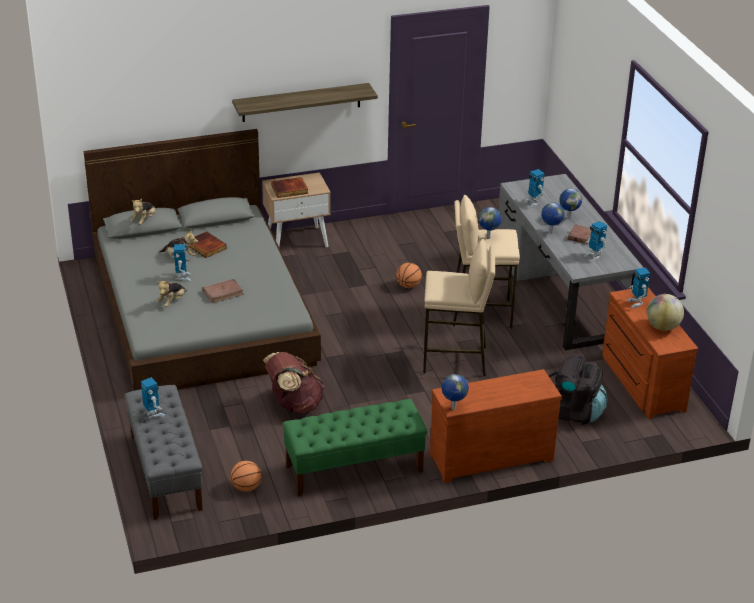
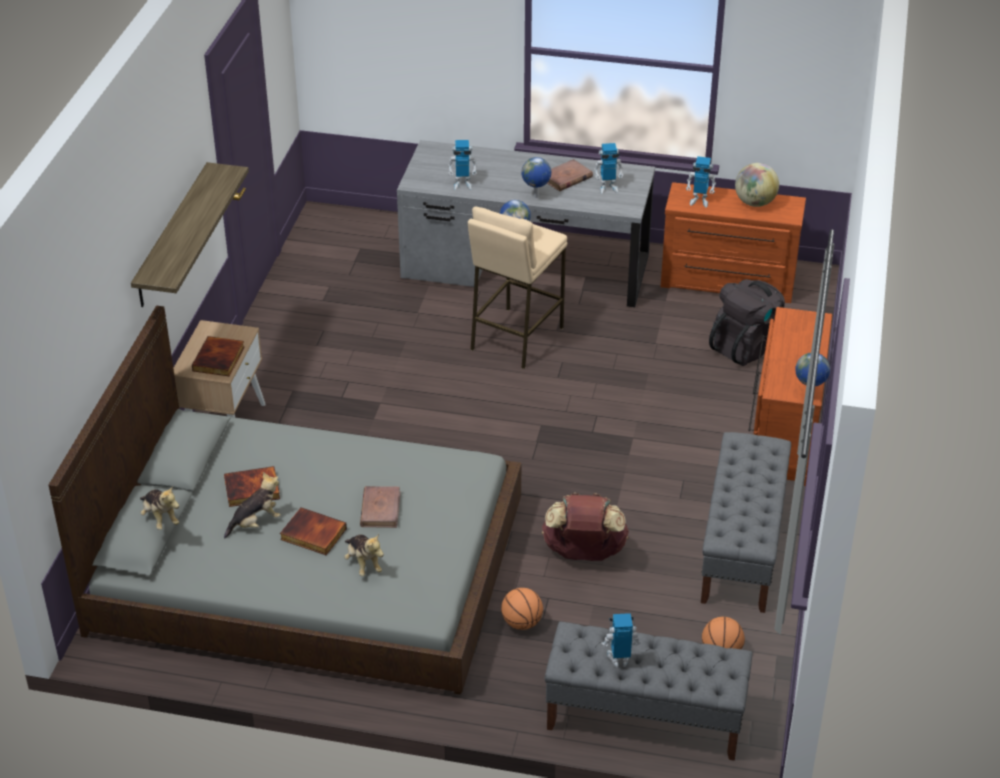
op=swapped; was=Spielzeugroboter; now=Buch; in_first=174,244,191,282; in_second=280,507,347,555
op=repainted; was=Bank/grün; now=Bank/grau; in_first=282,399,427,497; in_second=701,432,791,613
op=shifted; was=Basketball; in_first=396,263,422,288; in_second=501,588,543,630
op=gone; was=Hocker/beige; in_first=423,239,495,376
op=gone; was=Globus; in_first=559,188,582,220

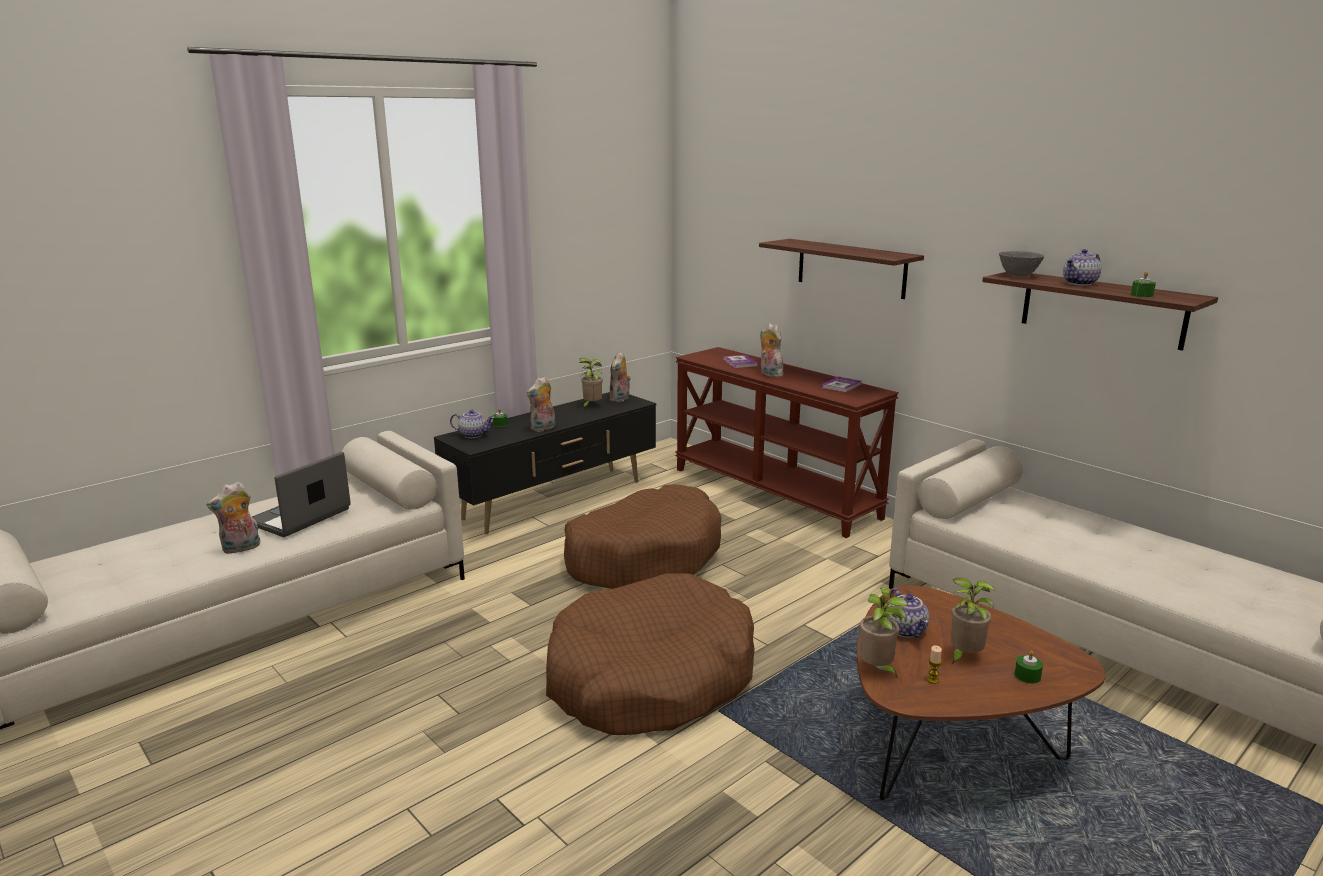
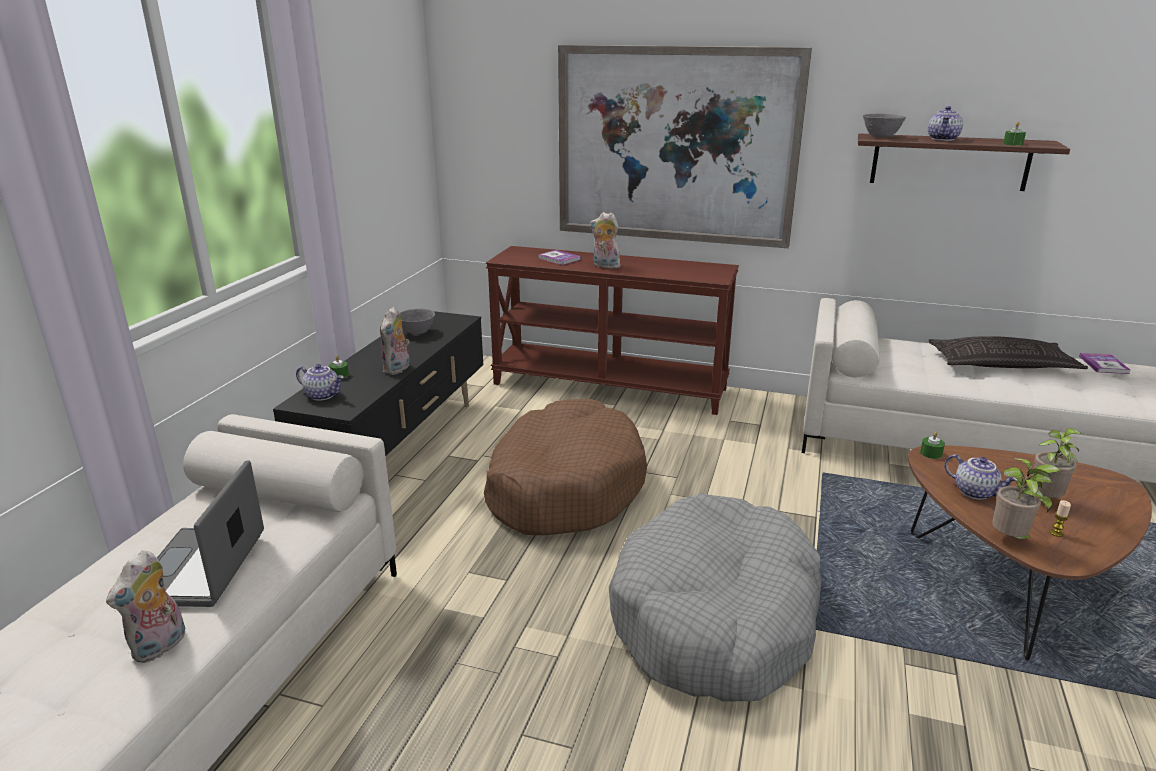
op=rotated; was=Teekanne; in_first=450,409,494,438; in_second=296,364,344,401; clockwise=45
op=repainted; was=Hundebett/braun; now=Hundebett/grau; in_first=546,573,755,735; in_second=609,493,822,702
op=swapped; was=Topfpflanze; now=Schüssel/grau; in_first=579,358,603,407; in_second=400,308,435,334
op=gone; was=Plüschtier; in_first=609,351,631,402
op=swapped; was=Wandregal; now=Bild; in_first=759,239,924,299; in_second=558,45,812,248
op=shifted; was=Buch; in_first=821,376,862,393; in_second=1079,353,1130,374
op=shifted; was=Kerze/grün; in_first=1014,651,1043,684; in_second=920,432,945,459
op=new; now=Kissen; in_second=928,336,1088,369

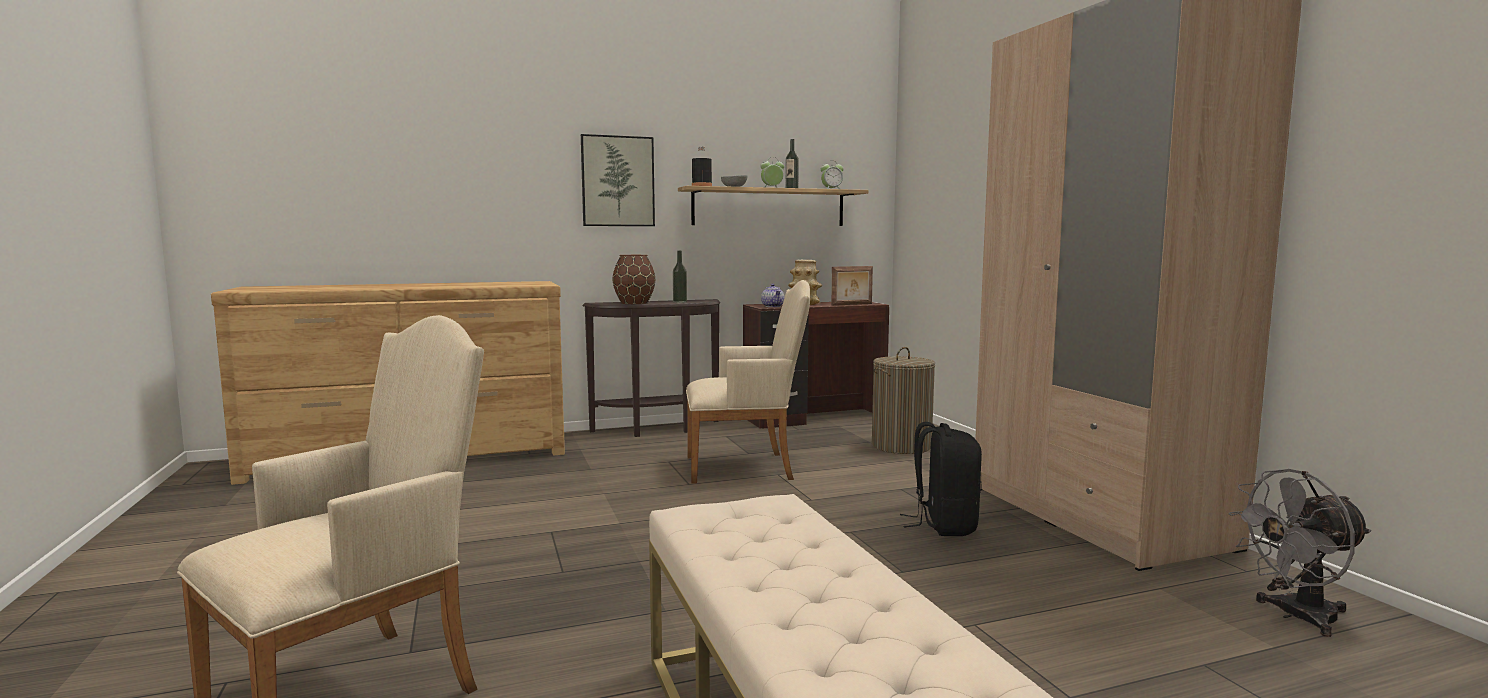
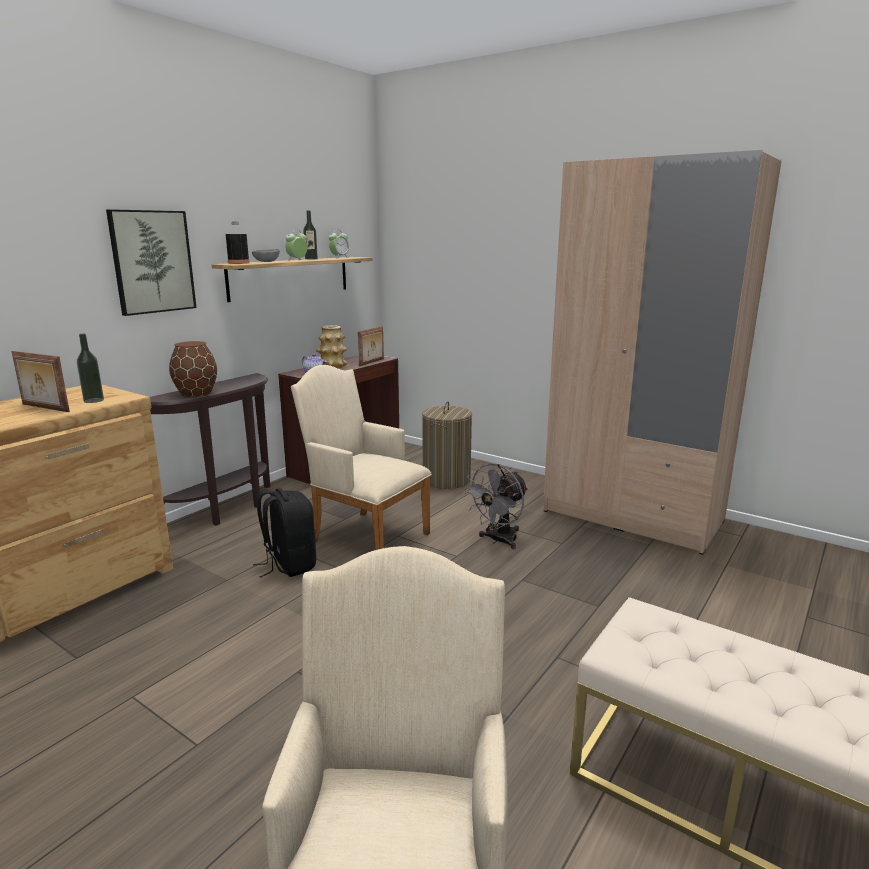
op=shifted; was=Flasche; in_first=673,250,687,303; in_second=77,334,104,403
op=rotated; was=Sessel/beige; in_first=686,280,810,484; in_second=291,365,432,550; clockwise=-105
op=shifted; was=Rucksack/schwarz; in_first=900,422,982,536; in_second=253,488,316,578
op=shifted; was=Ventilator/grau; in_first=1229,469,1371,637; in_second=464,463,528,549
op=new; now=Bilderrahmen; in_second=12,351,70,412

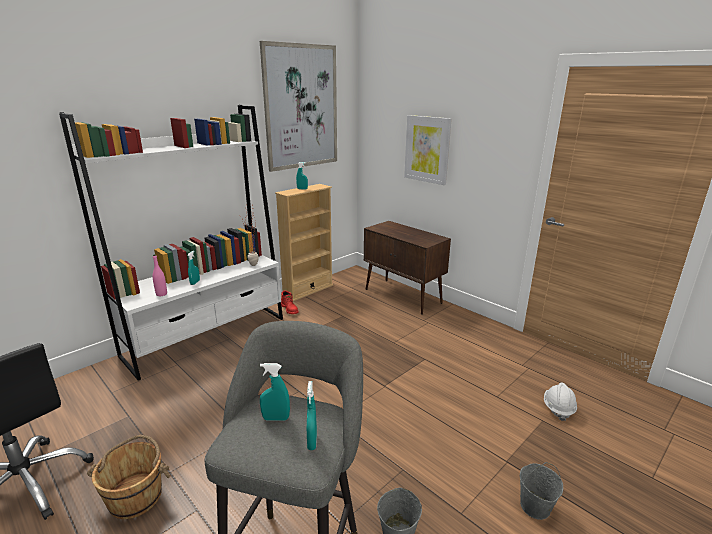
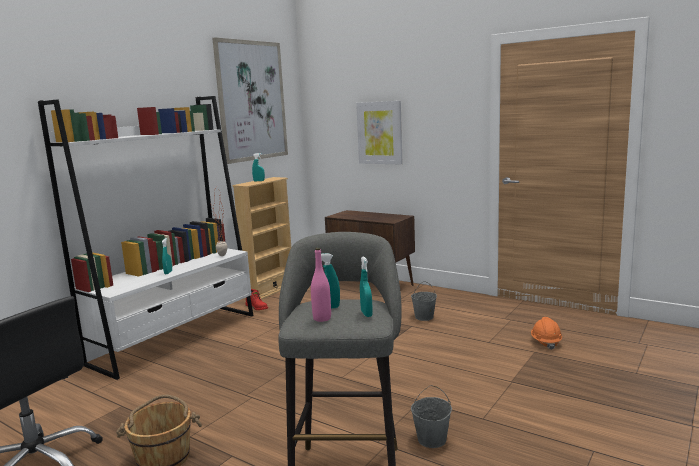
op=shifted; was=Flasche/rosa; in_first=152,254,167,296; in_second=311,248,331,322
op=shifted; was=Eimer/grau; in_first=520,462,563,520; in_second=411,281,437,321
op=repainted; was=Schutzhelm/weiß; now=Schutzhelm/orange; in_first=544,382,577,421; in_second=531,317,562,350

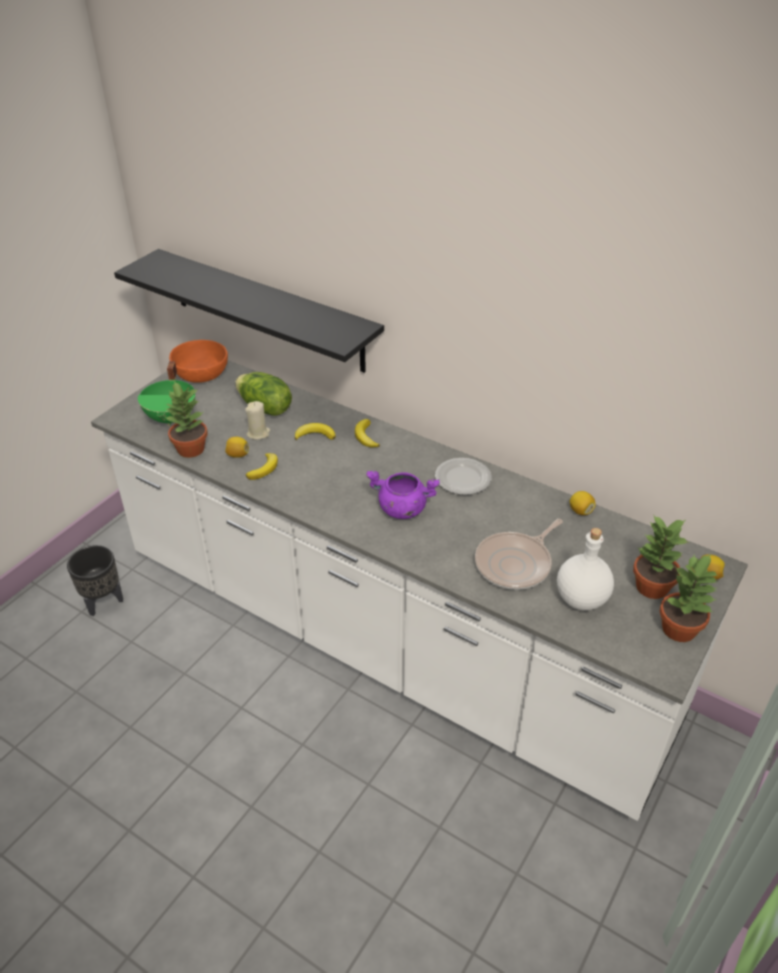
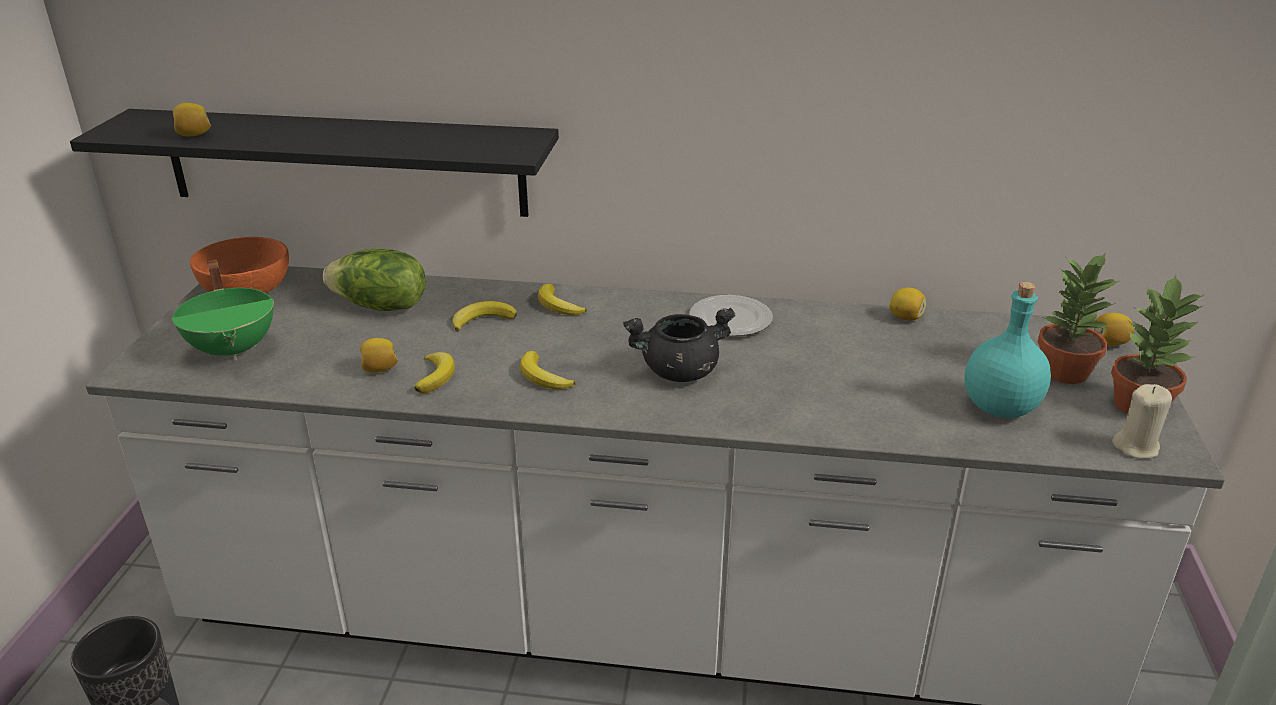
op=gone; was=Topfpflanze; in_first=164,380,208,458
op=shifted; was=Kerze/beige; in_first=245,401,270,440; in_second=1112,384,1172,459
op=repainted; was=Kochtopf/lila; now=Kochtopf/schwarz; in_first=366,471,440,519; in_second=623,308,735,382
op=gone; was=Pfanne; in_first=475,519,563,590
op=repainted; was=Flasche/weiß; now=Flasche/türkis; in_first=557,528,614,611; in_second=964,282,1051,418
op=new; now=Zitrone; in_second=173,103,211,136
op=new; now=Banane; in_second=520,351,575,390

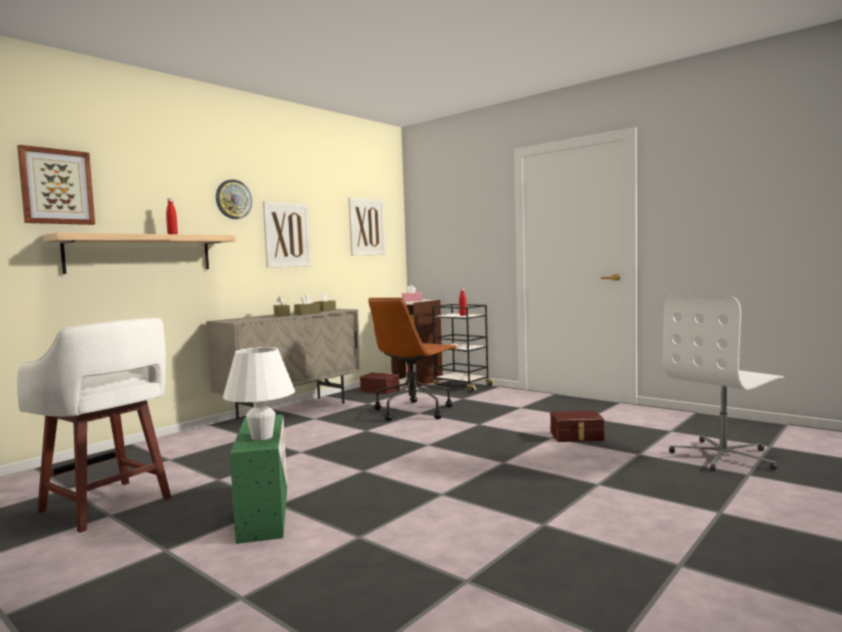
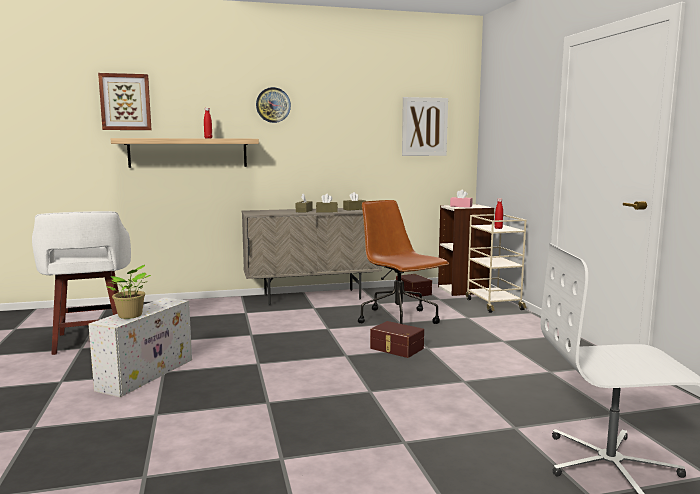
op=swapped; was=Tischlampe/weiß; now=Topfpflanze; in_first=223,347,295,440; in_second=106,265,151,319
op=repainted; was=Aufbewahrungsbox/grün; now=Aufbewahrungsbox/weiß; in_first=230,414,287,544; in_second=88,297,192,397
op=gone; was=Bild; in_first=263,201,311,268
op=rotated; was=Bürostuhl/braun; in_first=368,298,457,421; in_second=358,200,449,324; clockwise=75
op=repainted; was=Rollwagen/schwarz; now=Rollwagen/beige; in_first=432,304,495,392; in_second=466,214,527,313
op=shifted; was=Aufbewahrungsbox/braun; in_first=550,411,605,442; in_second=370,321,424,358

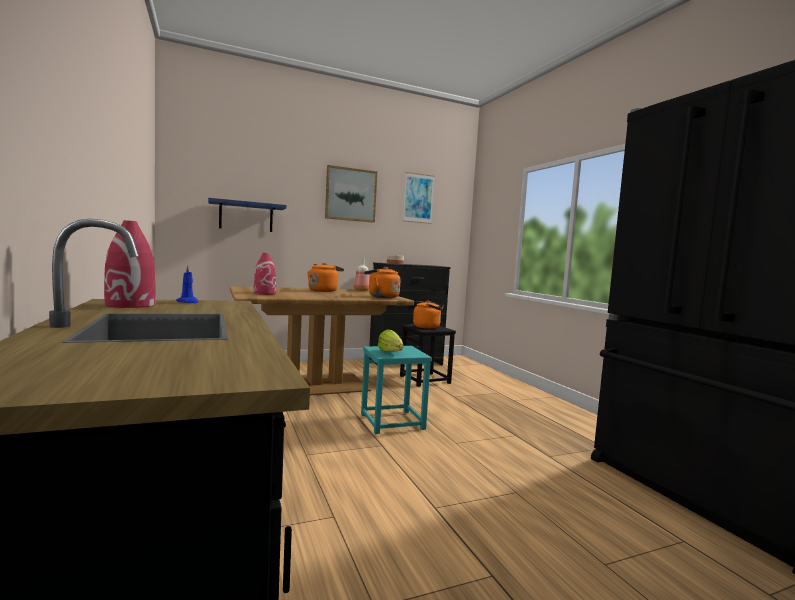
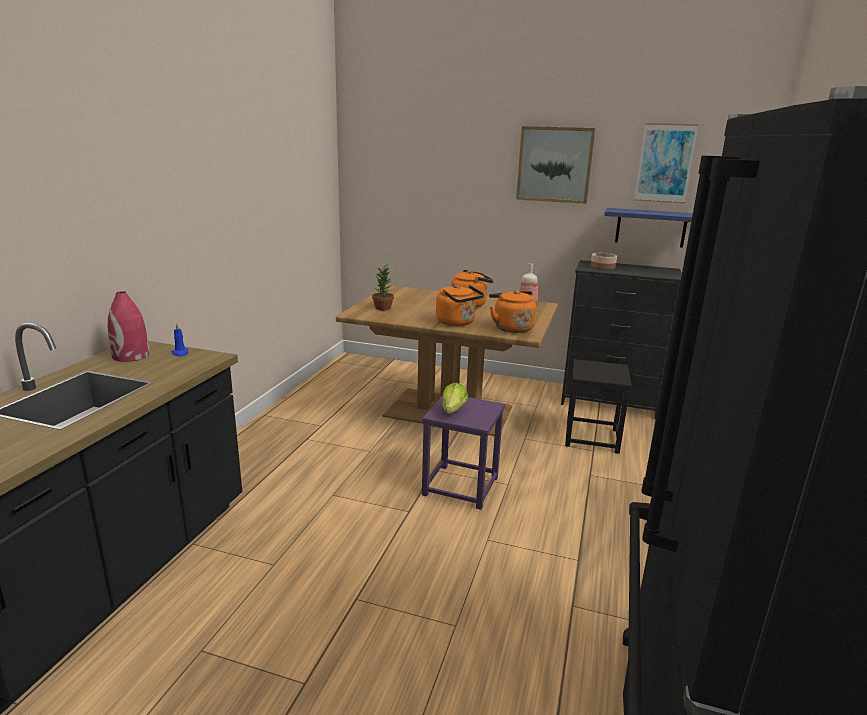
op=shifted; was=Wandregal/blau; in_first=208,198,286,232; in_second=604,208,693,248
op=swapped; was=Vase/rot; now=Topfpflanze; in_first=254,253,276,295; in_second=372,264,394,310
op=repainted; was=Hocker/türkis; now=Hocker/lila; in_first=361,346,432,434; in_second=422,396,505,510
op=shifted; was=Wasserkessel/orange; in_first=413,301,444,329; in_second=436,285,484,326

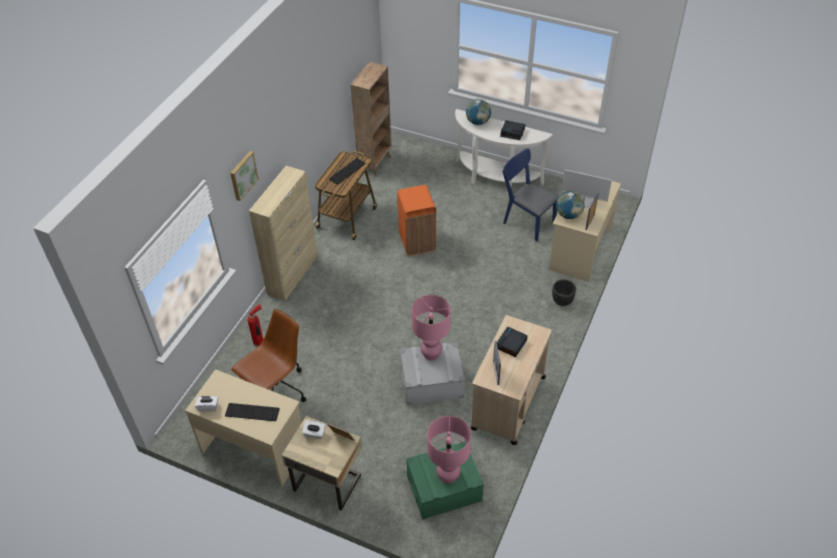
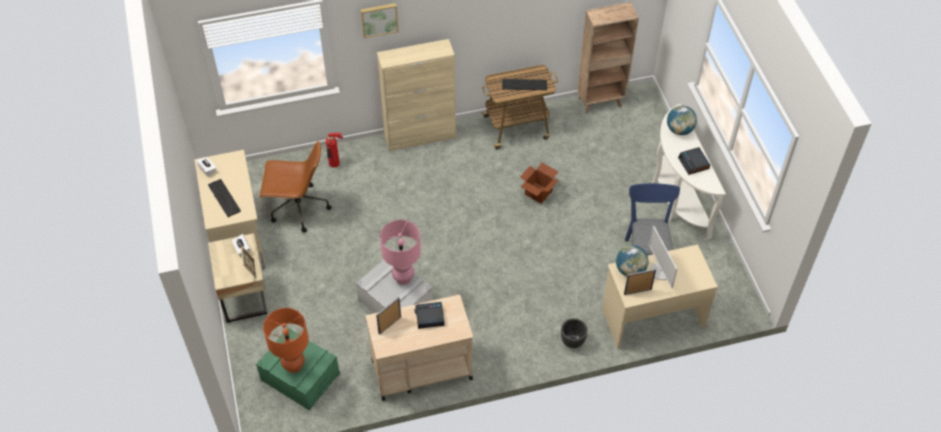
op=swapped; was=Mülleimer/orange; now=Karton; in_first=397,185,436,256; in_second=520,163,559,204
op=repainted; was=Tischlampe/rosa; now=Tischlampe/orange; in_first=427,416,471,484; in_second=263,308,309,373

